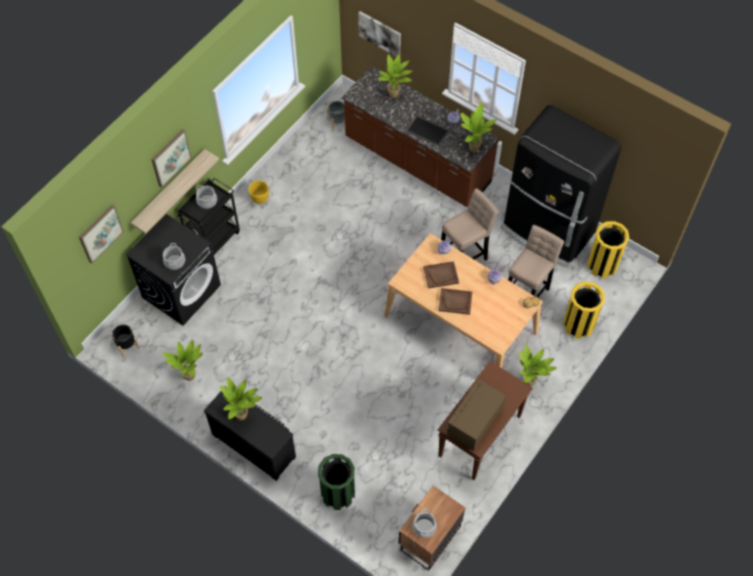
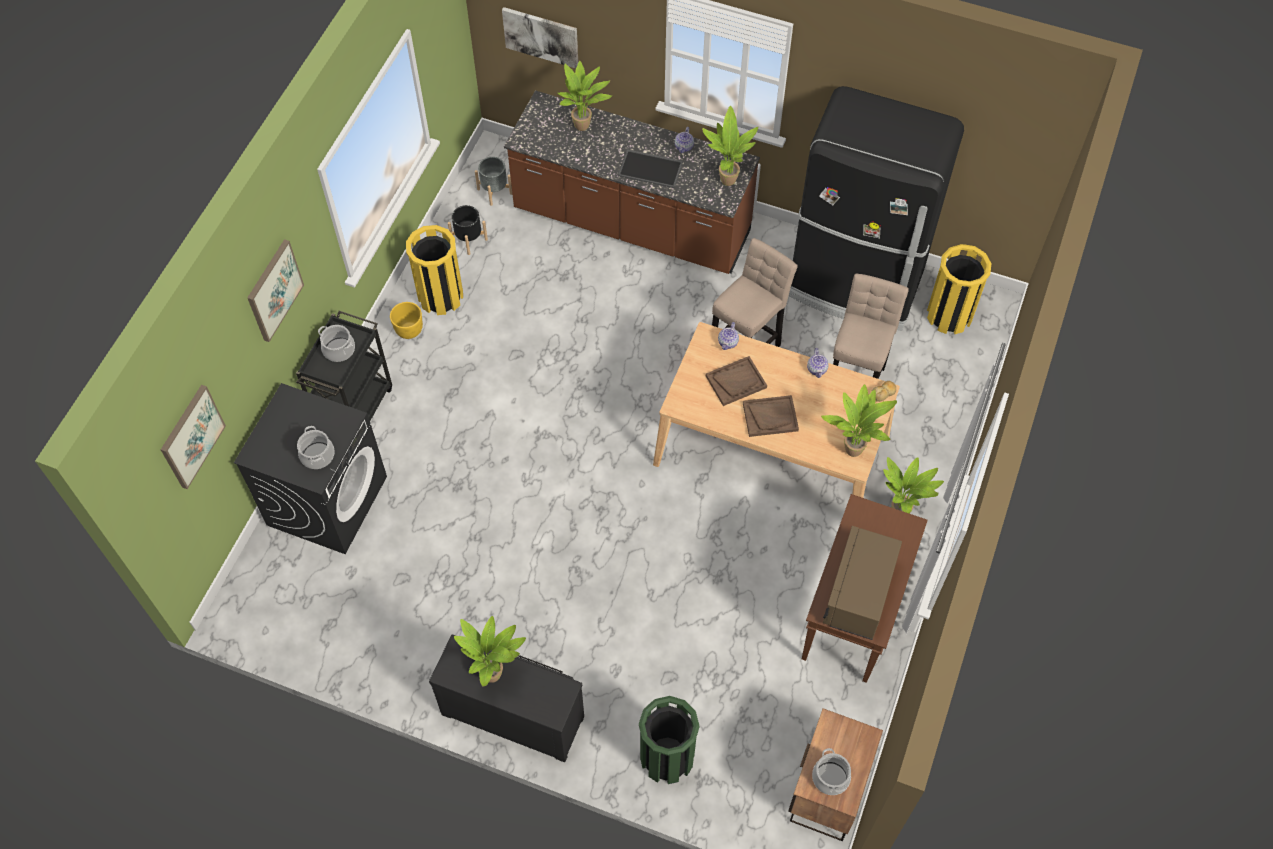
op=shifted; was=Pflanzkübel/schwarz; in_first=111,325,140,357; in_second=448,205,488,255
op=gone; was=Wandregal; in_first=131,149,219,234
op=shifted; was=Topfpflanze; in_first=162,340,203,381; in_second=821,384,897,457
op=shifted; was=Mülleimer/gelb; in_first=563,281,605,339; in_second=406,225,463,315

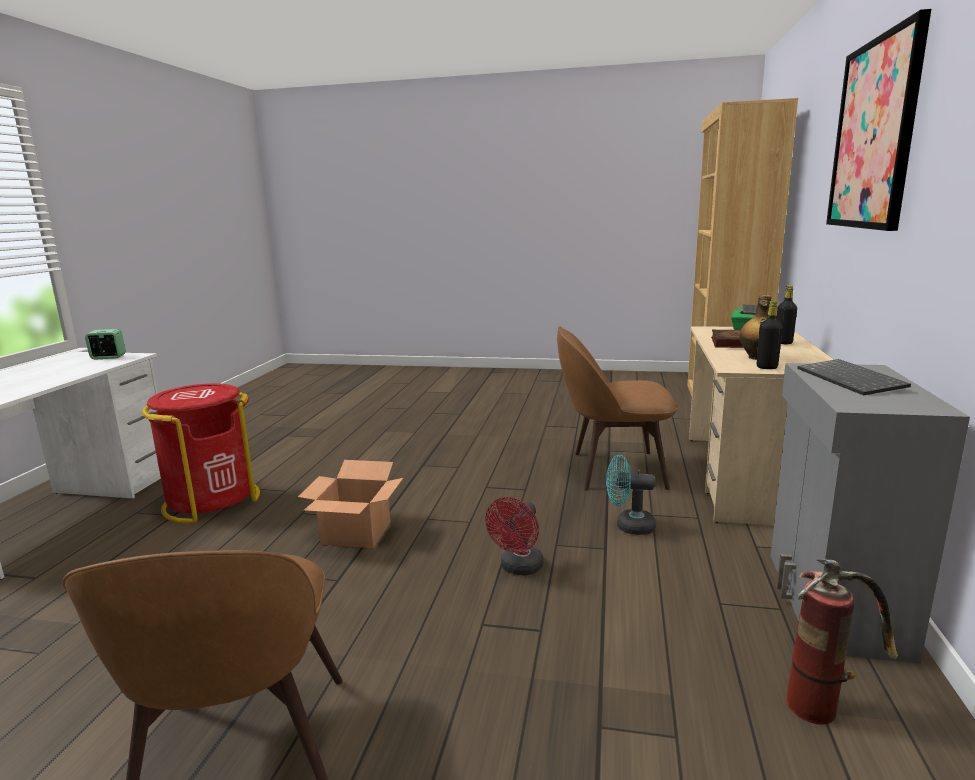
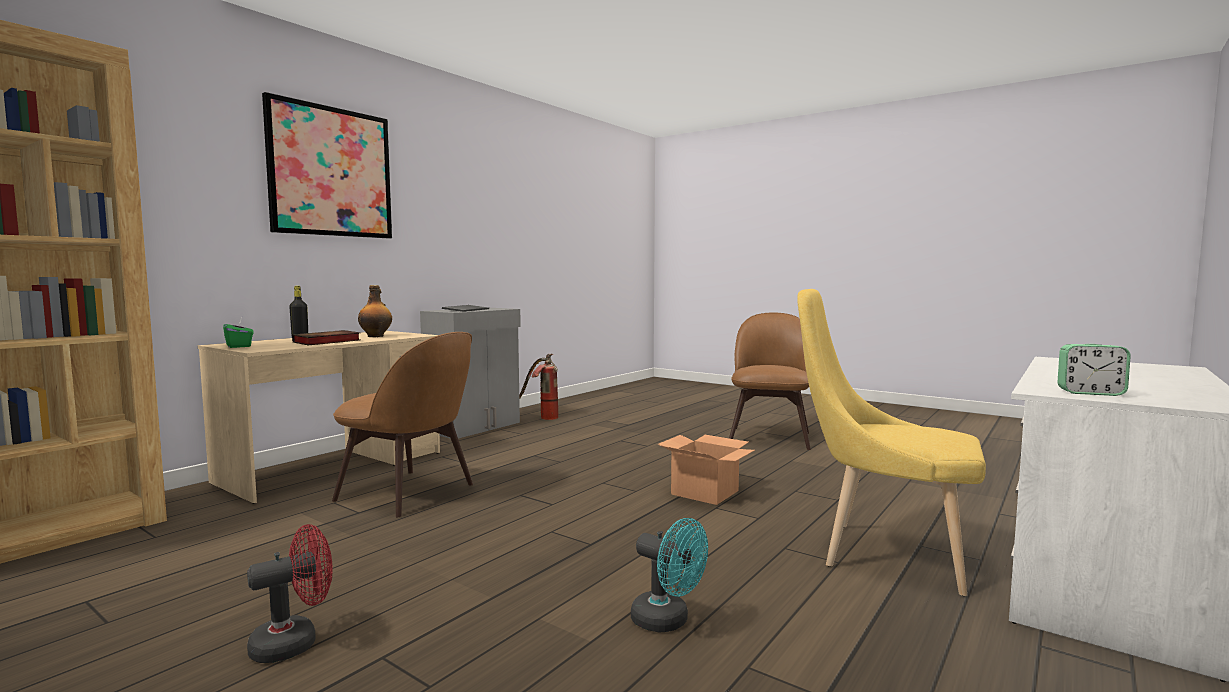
op=swapped; was=Mülleimer/rot; now=Stuhl/gelb; in_first=142,383,260,524; in_second=797,289,986,596
op=shifted; was=Ventilator/rot; in_first=485,497,544,576; in_second=247,524,333,663
op=shifted; was=Ventilator/türkis; in_first=606,455,656,535; in_second=631,518,708,633
op=gone; was=Flasche/schwarz; in_first=757,301,783,369

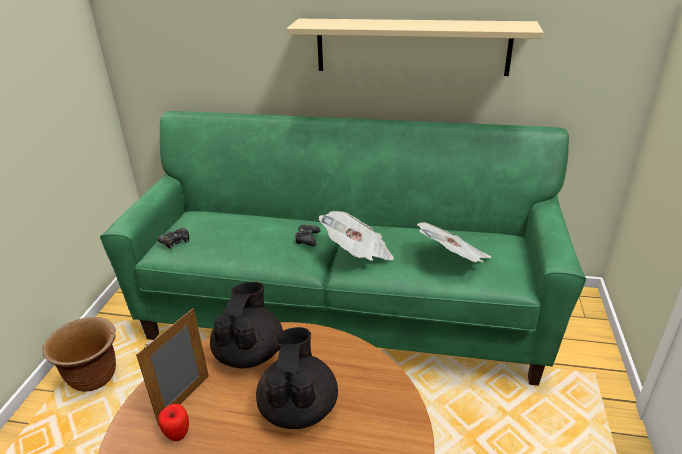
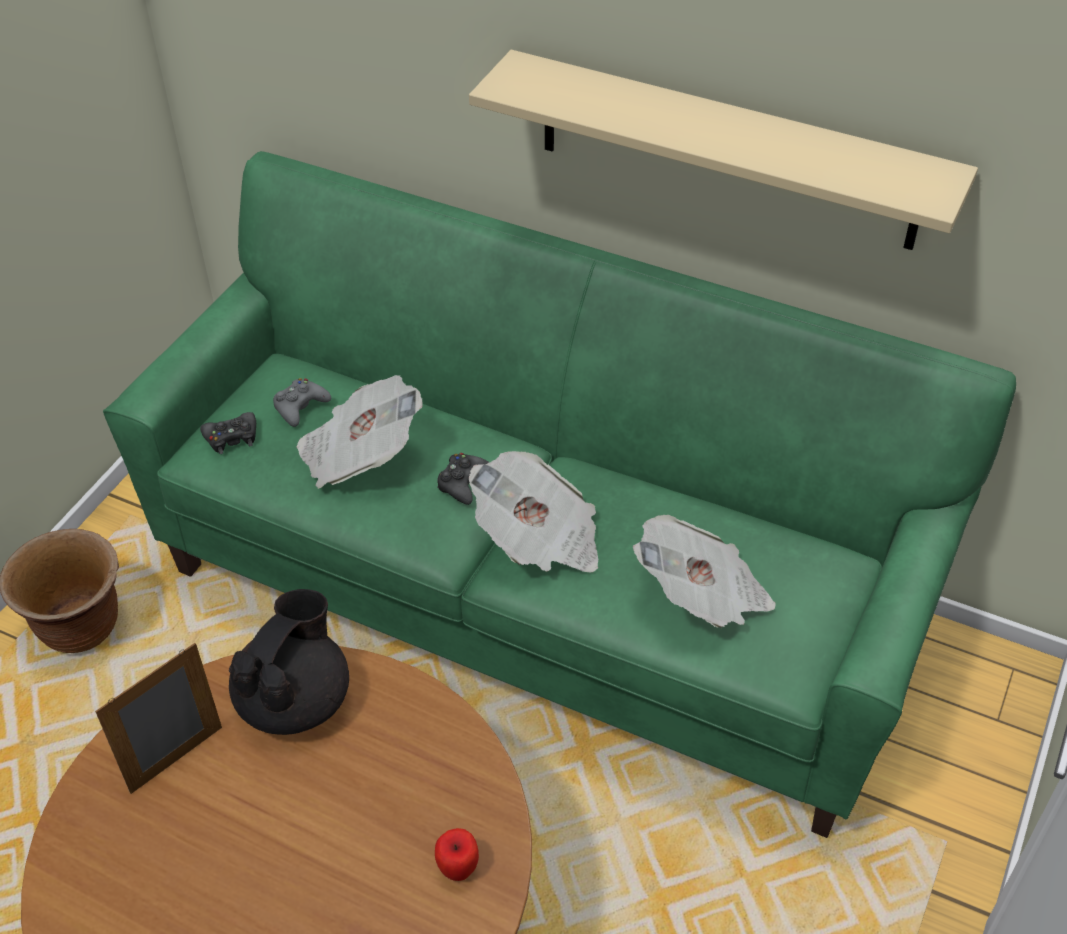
op=shifted; was=Apfel; in_first=158,404,189,441; in_second=435,828,479,881
op=gone; was=Teekanne/schwarz; in_first=256,327,338,429
op=new; now=Gamepad/grau; in_second=273,378,331,427
op=new; now=Zeitung; in_second=297,375,423,489

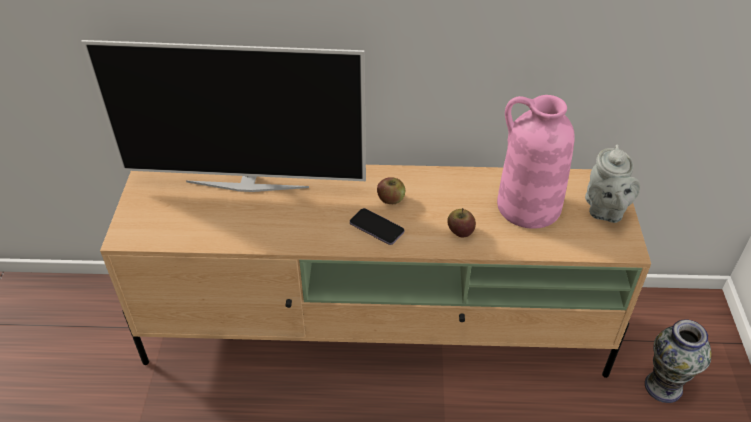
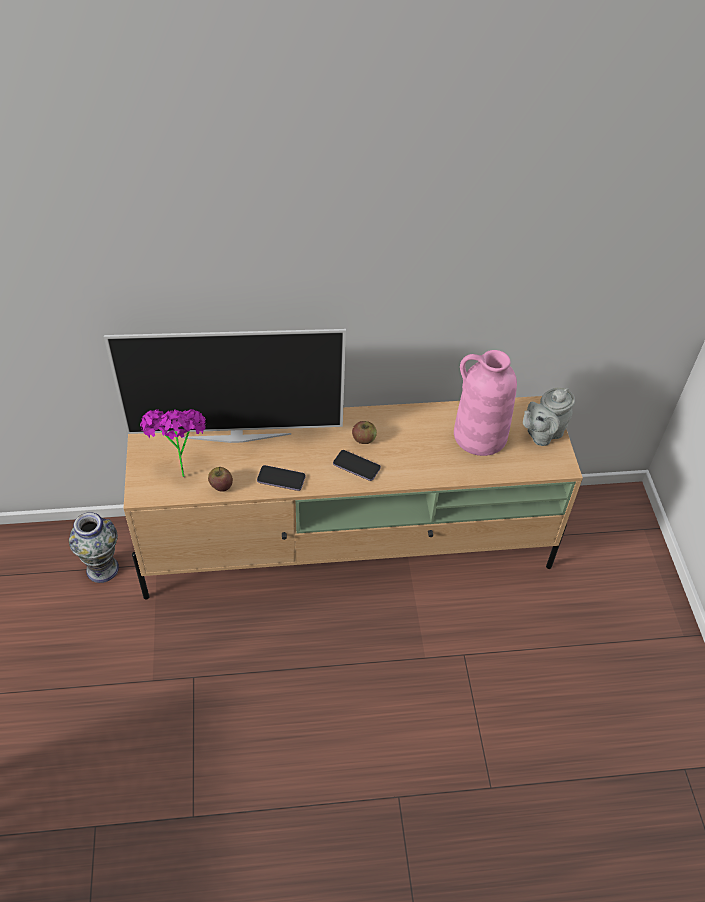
op=shifted; was=Apfel; in_first=447,208,476,238; in_second=208,467,233,492
op=rotated; was=Teekanne/grau; in_first=585,144,640,223; in_second=523,388,575,446; clockwise=60
op=shifted; was=Vase; in_first=645,319,711,403; in_second=69,512,119,583
op=new; now=Topfpflanze; in_second=140,409,207,477
op=new; now=Handy; in_second=257,465,305,491

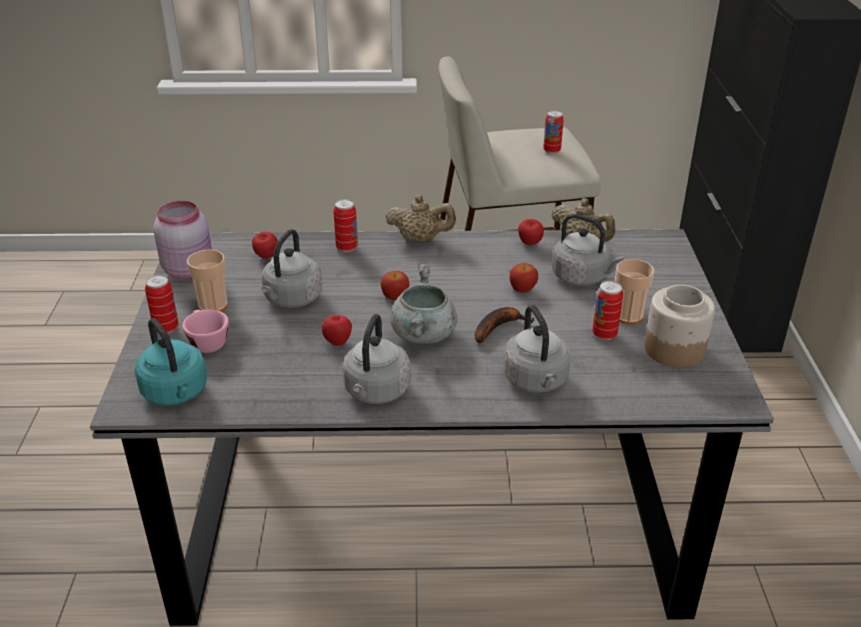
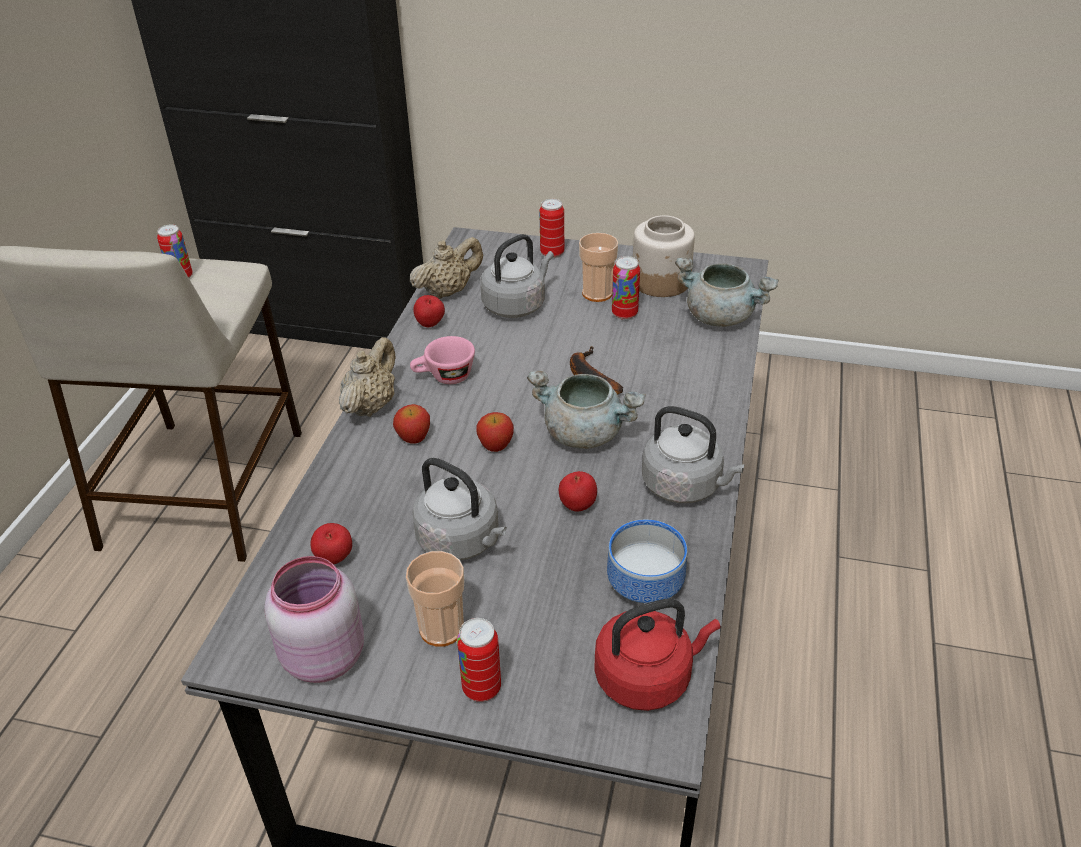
op=repainted; was=Wasserkessel/türkis; now=Wasserkessel/rot; in_first=135,318,207,405; in_second=594,599,720,711
op=shifted; was=Tasse/rosa; in_first=182,310,229,353; in_second=410,336,475,384
op=shifted; was=Dose; in_first=333,199,358,252; in_second=539,199,564,258
op=gone; was=Wasserkessel/grau; in_first=503,305,571,393
op=shifted; was=Apfel; in_first=510,263,538,293; in_second=393,404,430,444
op=new; now=Schüssel; in_second=607,520,687,603
op=new; now=Kochtopf/grau; in_second=675,257,779,327

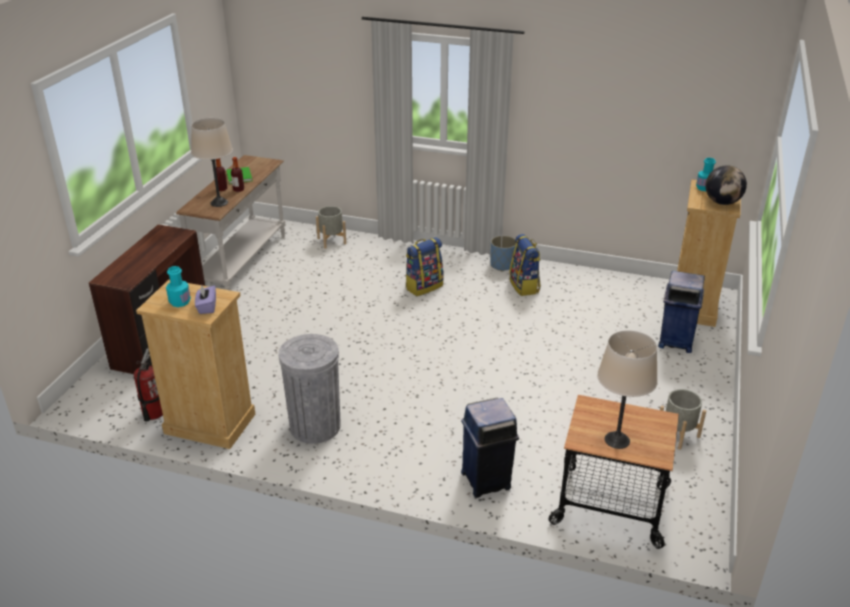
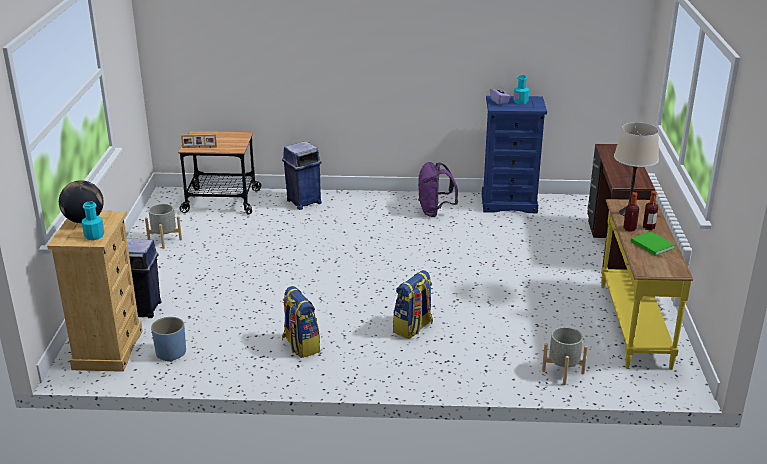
op=gone; was=Feuerlöscher; in_first=134,348,163,422
op=repainted; was=Kommode/beige; now=Kommode/blau; in_first=136,280,255,449; in_second=482,96,547,213
op=repainted; was=Konsolentisch/weiß; now=Konsolentisch/gelb; in_first=176,155,285,290; in_second=601,199,693,370
op=swapped; was=Mülleimer/grau; now=Rucksack/lila; in_first=278,334,341,444; in_second=418,162,458,217
op=shifted; was=Pflanzkübel/blau; in_first=491,235,516,272; in_second=151,317,186,362
op=gone; was=Tischlampe/beige; in_first=597,330,658,449
op=new; now=Bilderrahmen; in_second=181,134,217,148

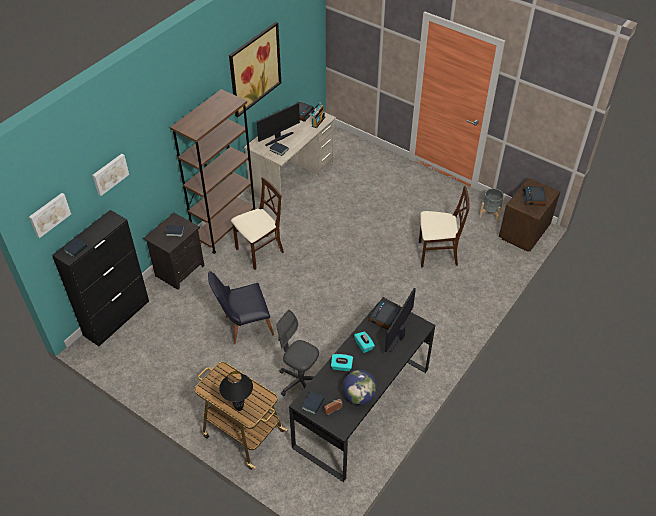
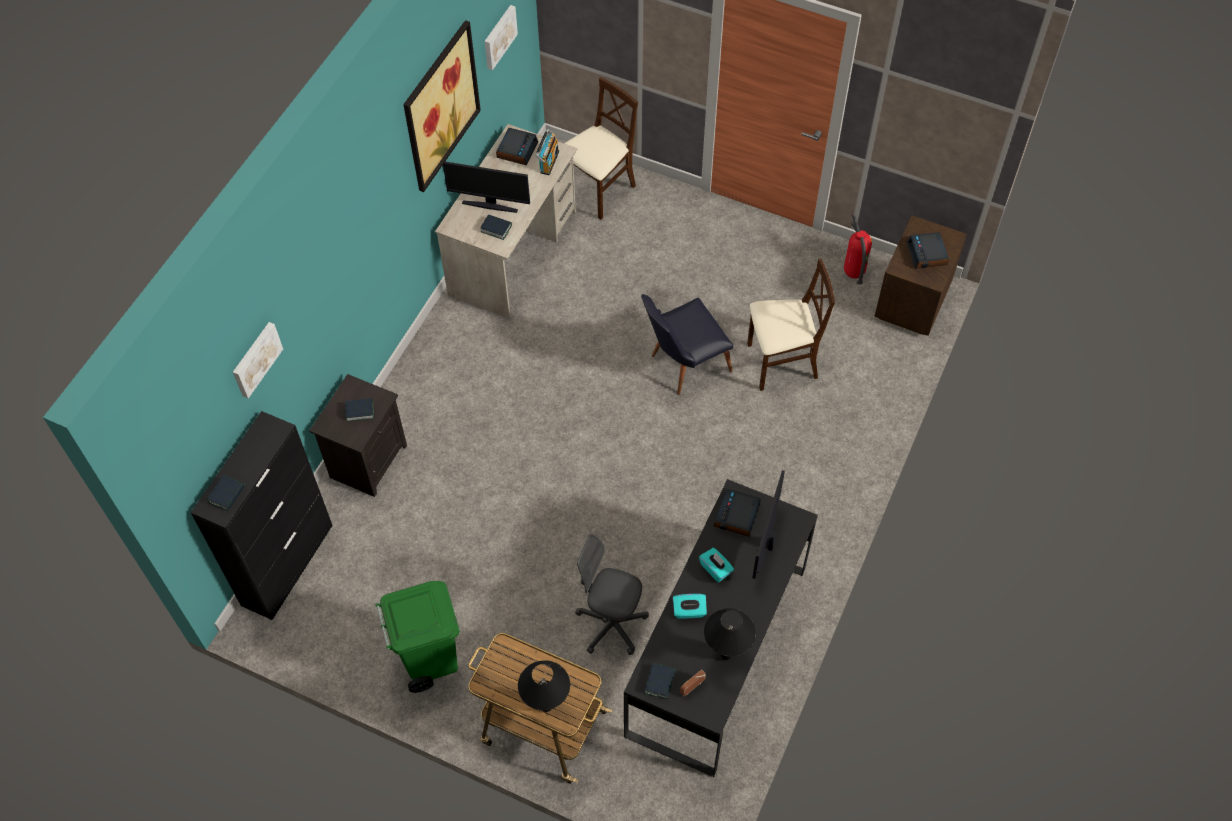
op=shifted; was=Bild; in_first=29,193,71,238; in_second=485,5,518,70
op=gone; was=Bücherregal/braun; in_first=170,89,255,254
op=shifted; was=Stuhl/schwarz; in_first=208,271,274,344; in_second=641,294,733,395
op=shifted; was=Stuhl/beige; in_first=231,177,284,270; in_second=564,77,638,220
op=rotated; was=Monitor; in_first=257,103,300,146; in_second=443,162,530,213; clockwise=60
op=swapped; was=Globus; now=Tischlampe/schwarz; in_first=343,370,377,405; in_second=704,608,756,660
op=swapped; was=Pflanzkübel/grau; now=Feuerlöscher; in_first=479,188,504,222; in_second=844,214,872,285
op=new; now=Mülleimer/grün; in_second=375,581,460,693

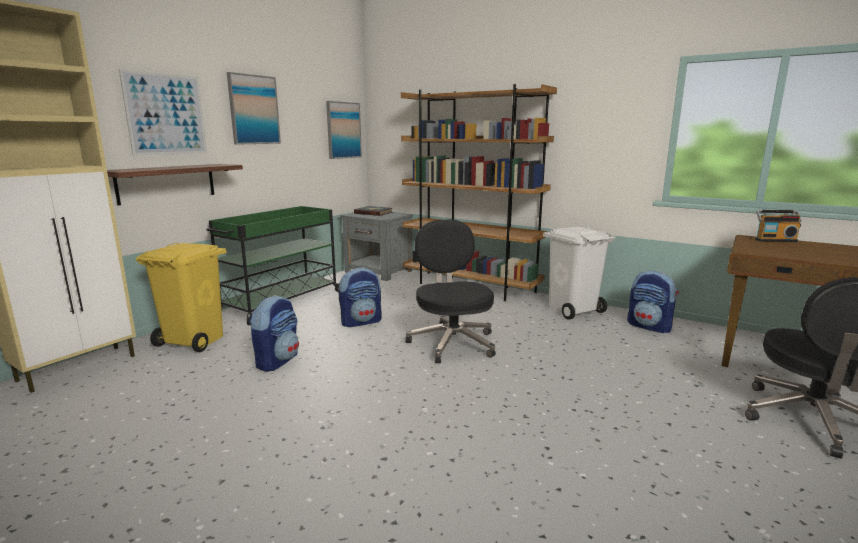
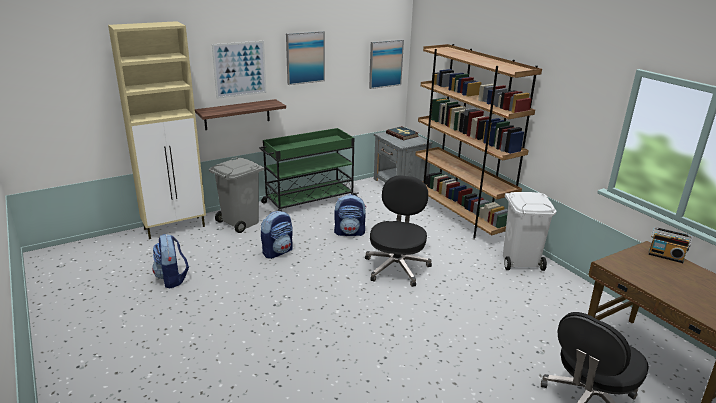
op=repainted; was=Mülleimer/gelb; now=Mülleimer/grau; in_first=136,243,227,352; in_second=208,157,265,233
op=shifted; was=Rucksack; in_first=627,271,679,333; in_second=152,234,189,288

